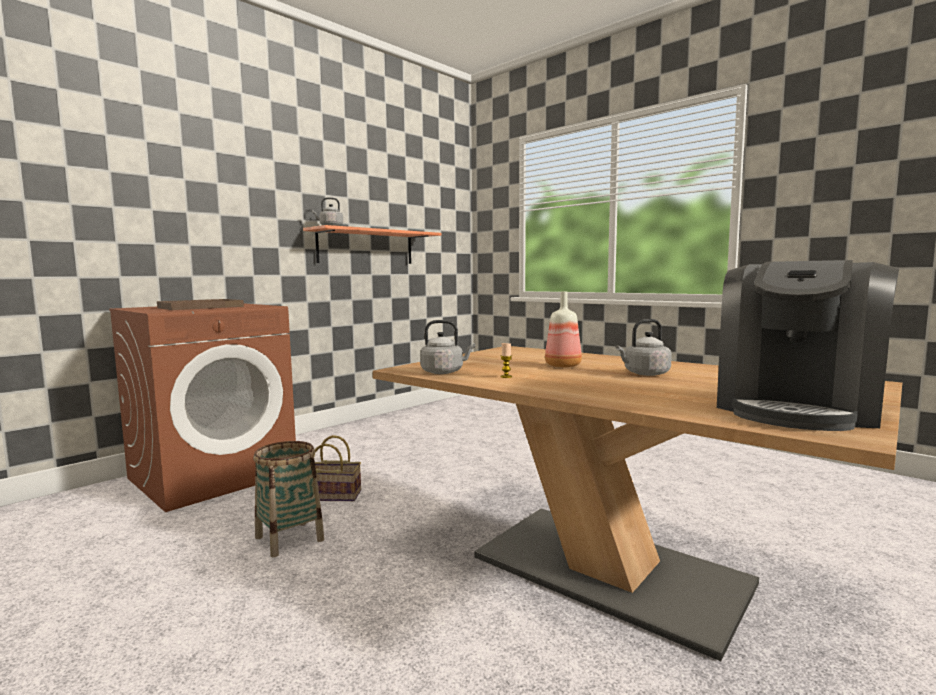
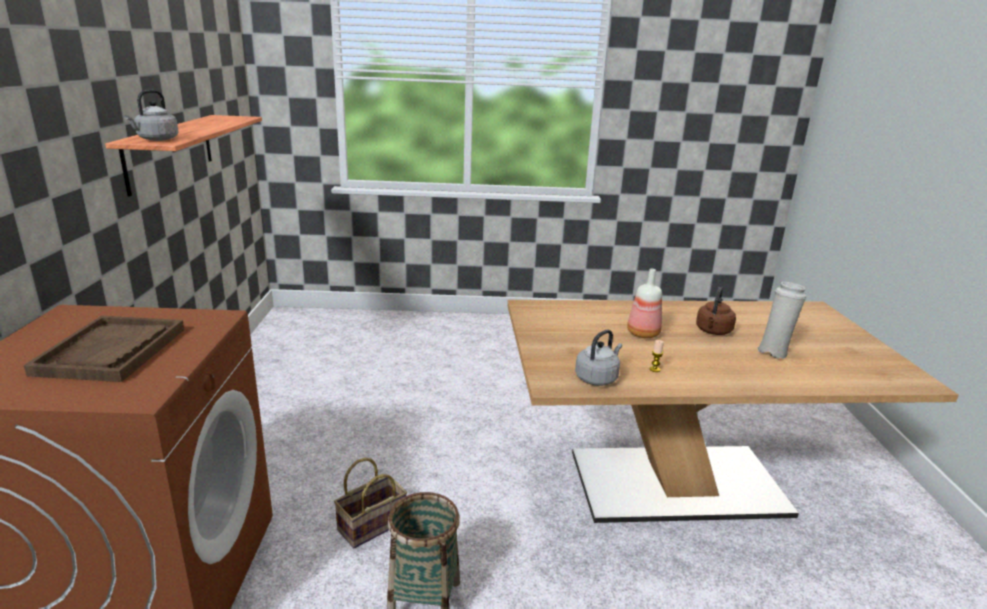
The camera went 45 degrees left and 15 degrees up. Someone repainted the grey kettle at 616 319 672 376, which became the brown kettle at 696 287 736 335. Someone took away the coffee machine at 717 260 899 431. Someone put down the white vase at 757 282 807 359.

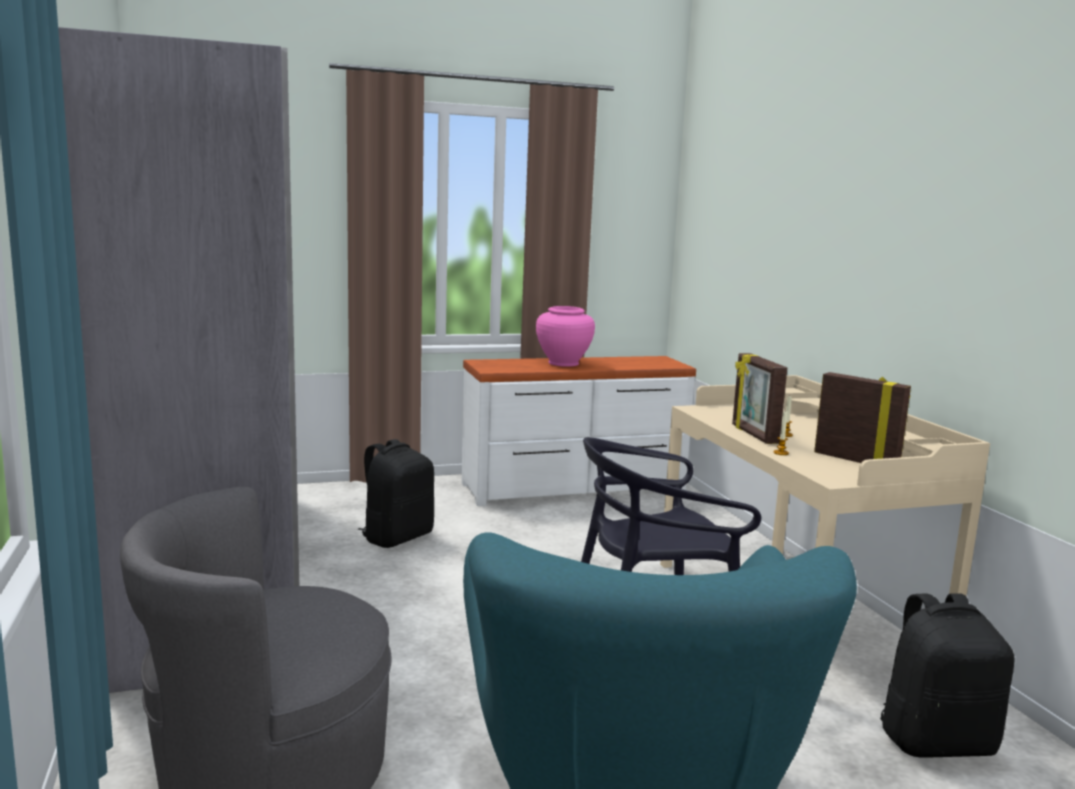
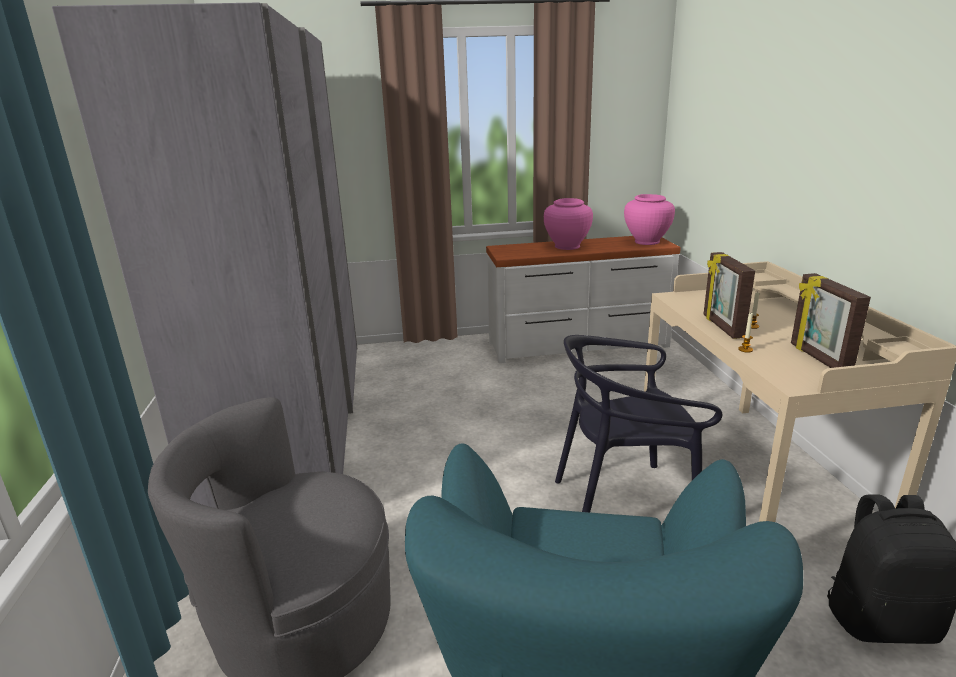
The camera went 10 degrees right and 10 degrees up. Someone took away the black backpack at 358 439 434 548. Someone rotated the picture frame at 814 372 911 463 by 150 degrees counterclockwise. Someone put down the pink vase at 624 194 675 245.

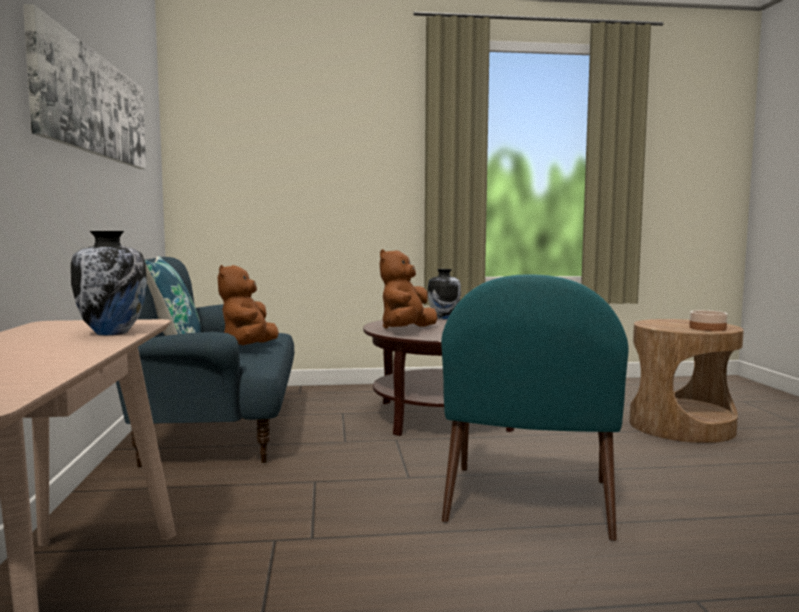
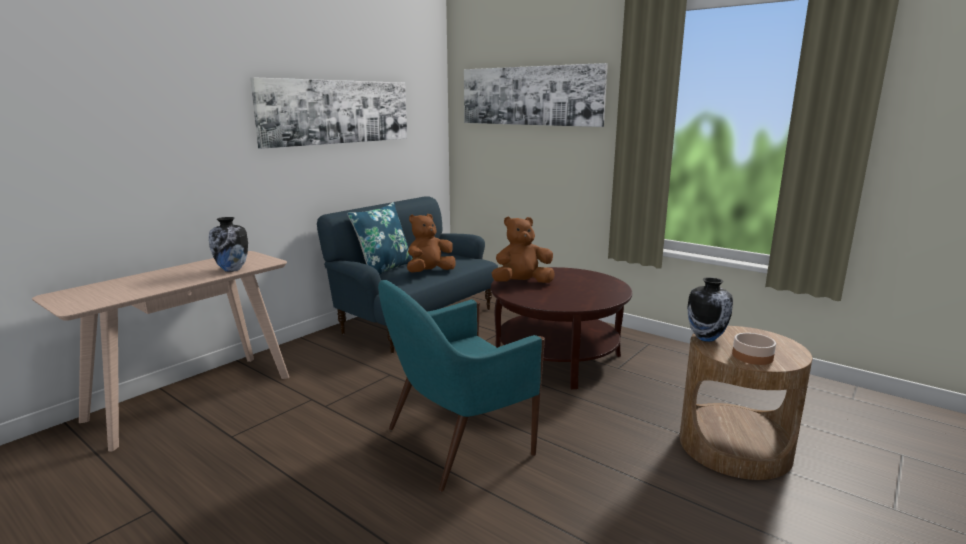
The camera went 45 degrees right and 10 degrees up. Someone carried the vase from 428 269 461 319 to 687 277 733 342. Someone put up the picture at 464 63 608 127.

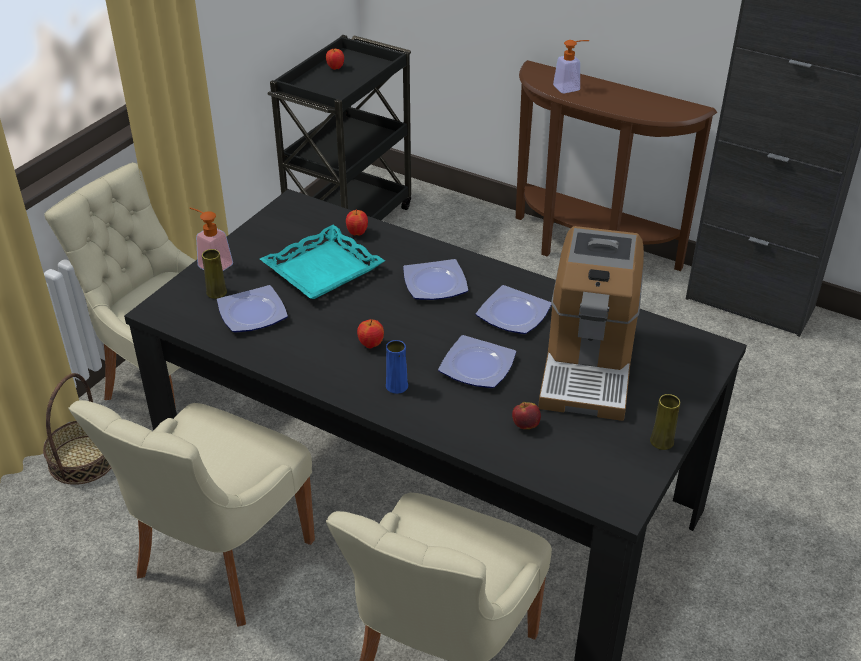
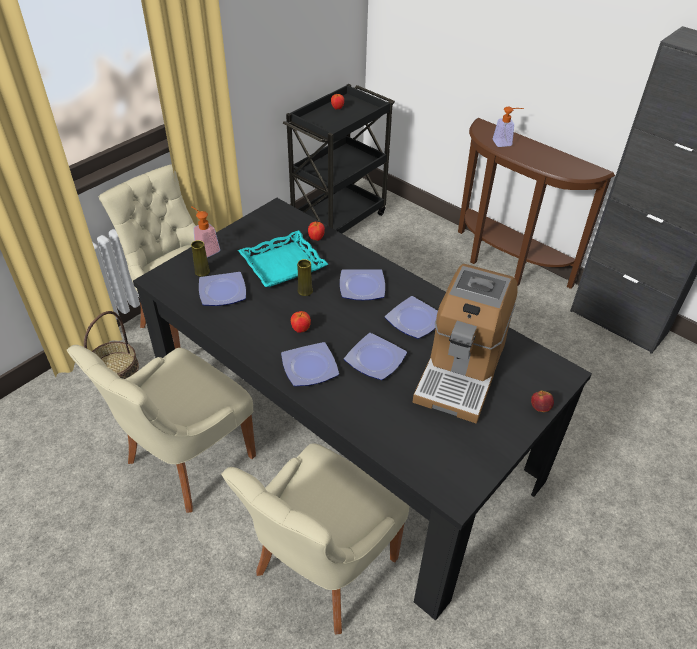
The camera went 10 degrees right and 5 degrees up. Someone swapped the blue vase at 386 340 408 394 for the plate at 281 342 339 386. Someone carried the apple from 512 401 541 429 to 531 390 554 412. Someone carried the yellow vase from 650 394 680 450 to 297 259 313 296.

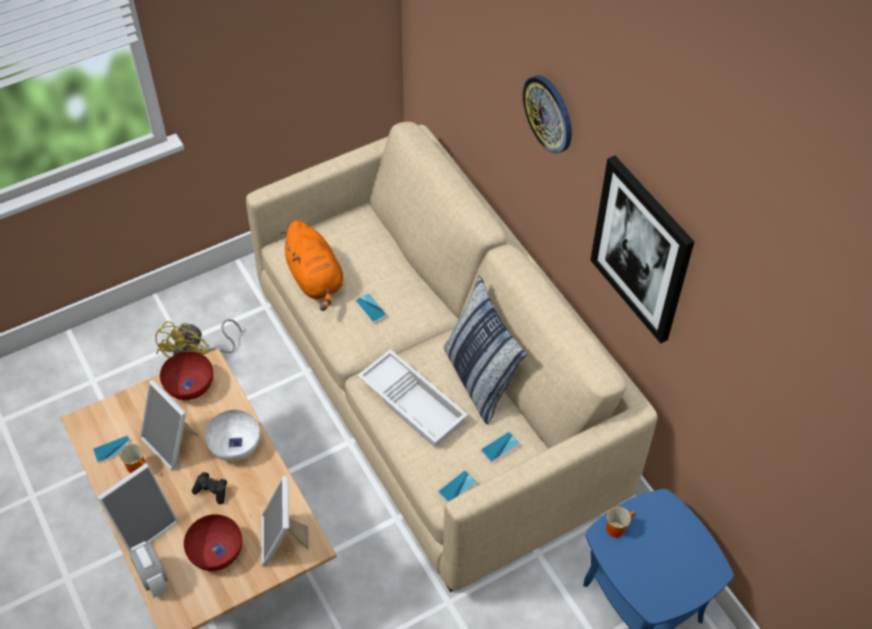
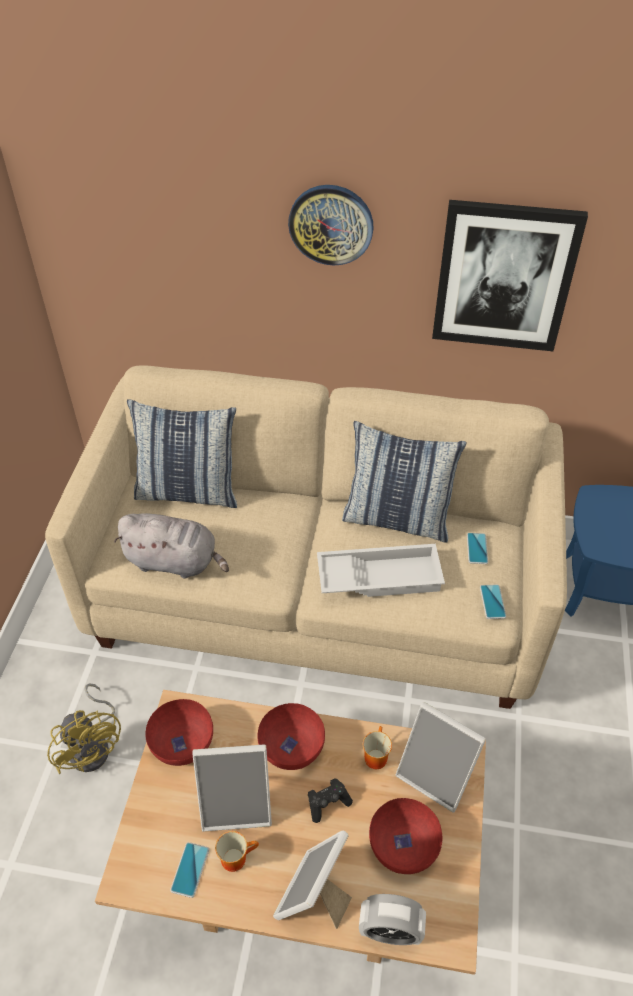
The camera went 50 degrees left and 5 degrees down. Someone rotated the picture frame at 97 463 178 552 by 150 degrees counterclockwise. Someone repainted the white bowl at 205 410 260 461, which became the red bowl at 258 703 325 770. Someone repainted the orange plush toy at 280 221 343 311, which became the grey plush toy at 114 513 229 579. Someone took away the phone at 355 293 387 323. Someone carried the mug from 606 507 636 538 to 363 726 392 769. Someone put down the pillow at 127 399 237 508.

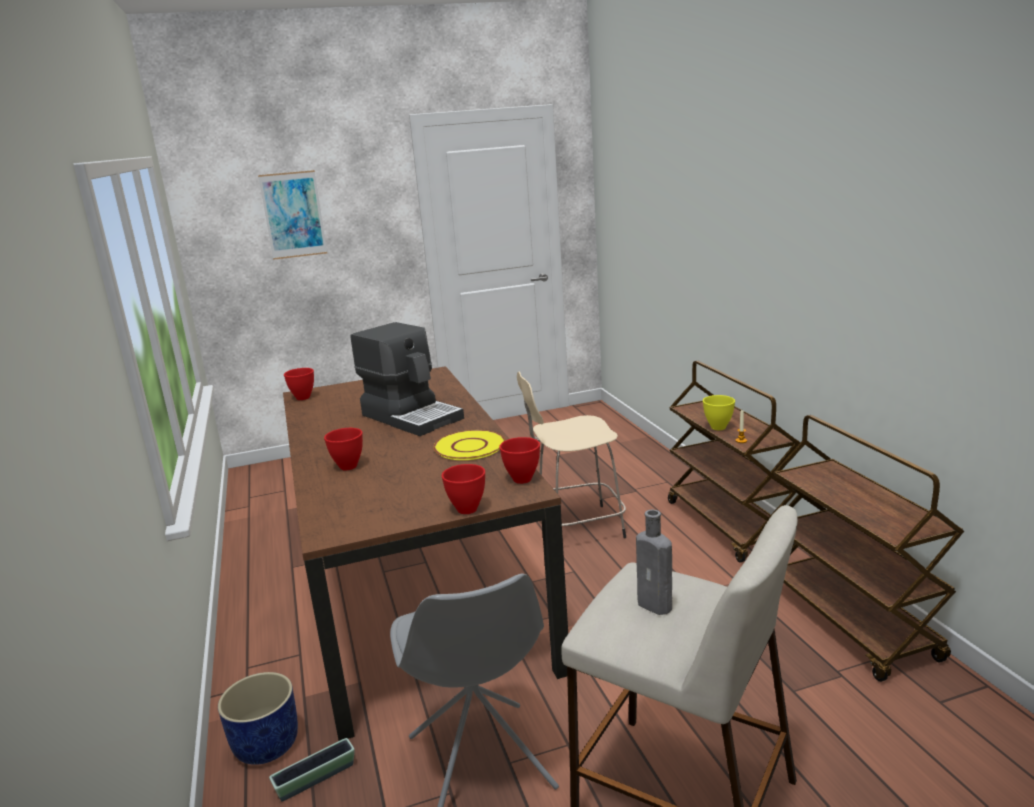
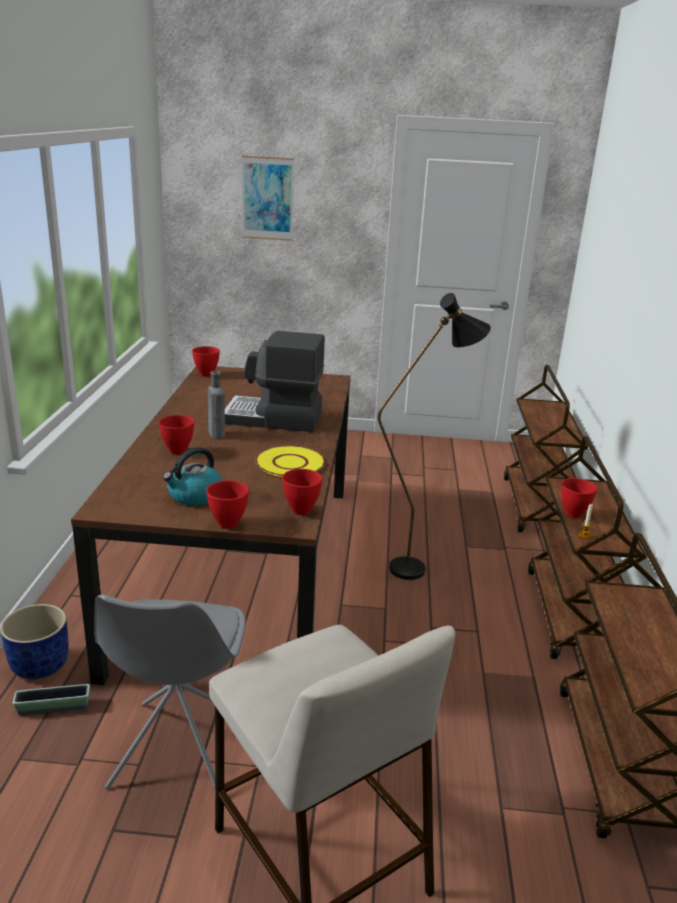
The camera went 20 degrees right and 5 degrees up. Someone rotated the coffee machine at 350 322 464 436 by 120 degrees clockwise. Someone swapped the beige stool at 517 372 626 538 for the black floor lamp at 378 293 491 580. Someone carried the grey bottle from 636 510 672 615 to 208 371 225 439. Someone repainted the yellow bowl at 703 395 735 430, which became the red bowl at 561 478 597 518. Someone put down the kettle at 163 447 222 506. Someone put down the brown cart at 504 365 588 532.

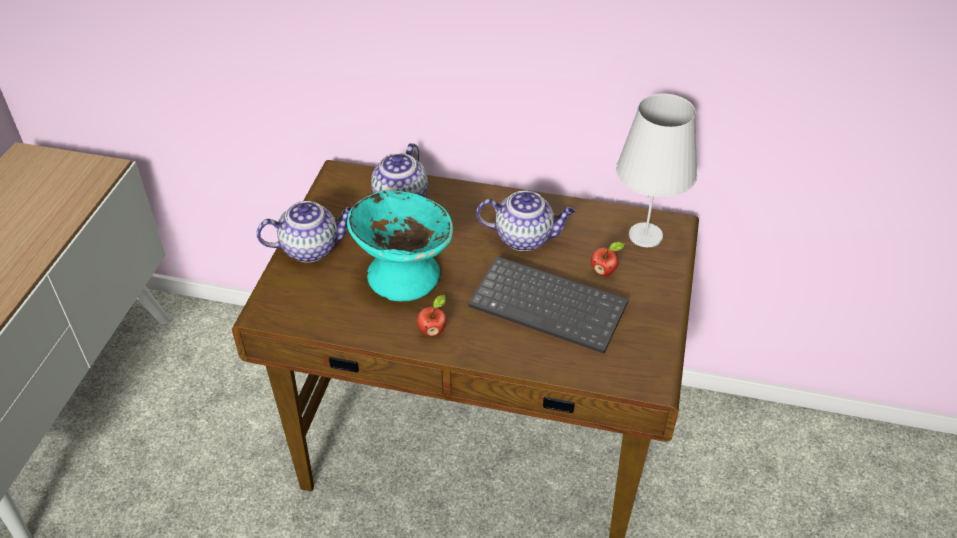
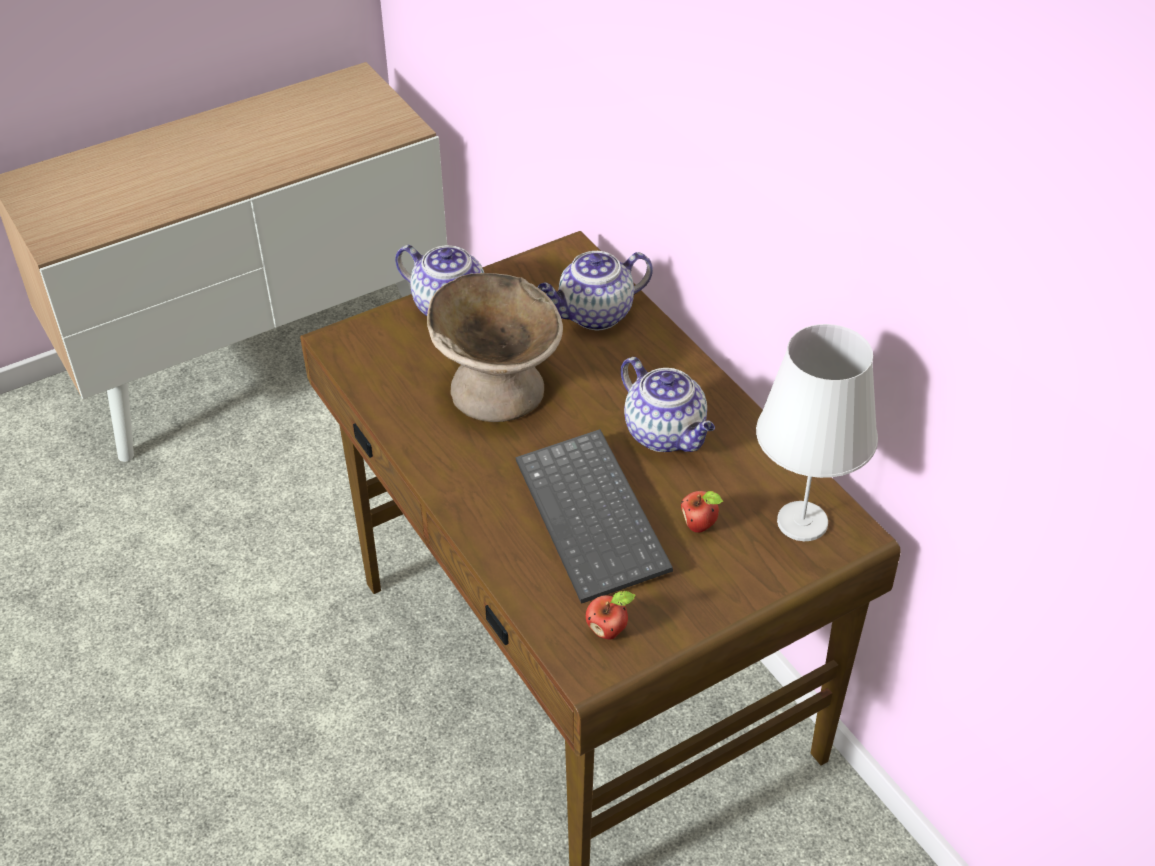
The camera went 45 degrees right and 0 degrees up. Someone repainted the turquoise bowl at 347 190 453 301, which became the beige bowl at 427 273 563 422. Someone carried the apple from 417 295 447 337 to 586 591 636 639.

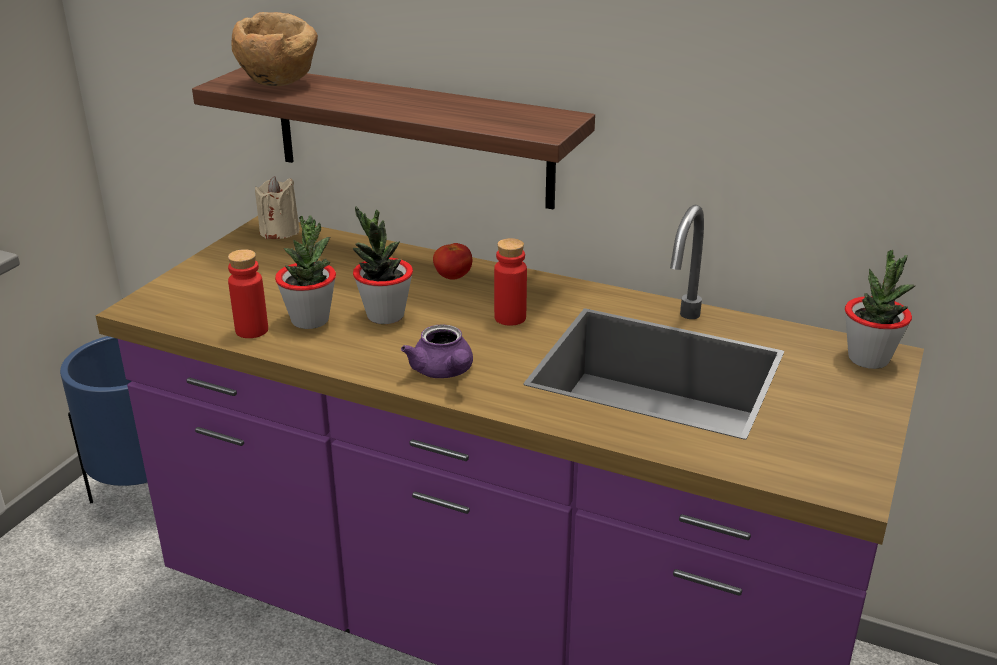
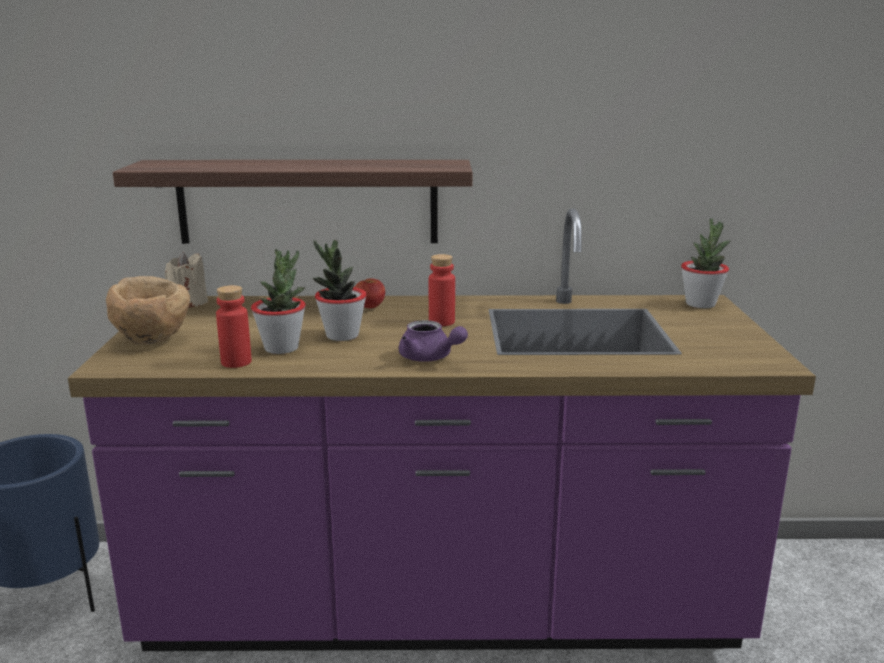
The camera went 25 degrees left and 10 degrees down. Someone carried the brown bowl from 231 12 318 86 to 106 276 190 344.

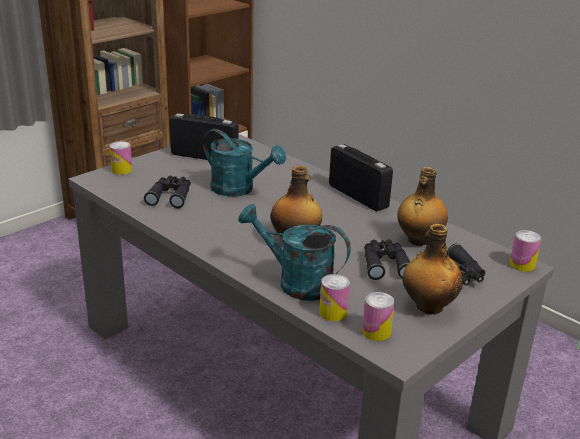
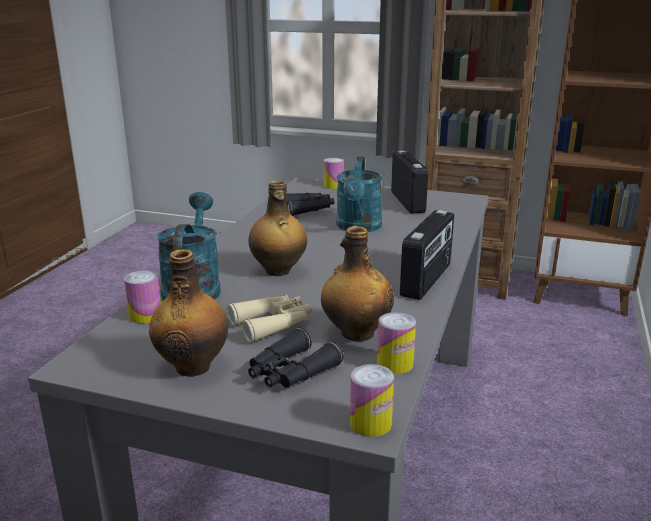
The camera went 65 degrees right and 5 degrees down. Someone carried the can from 362 292 395 341 to 377 312 416 374. Someone repainted the black binoculars at 364 239 410 280, which became the beige binoculars at 227 295 311 343.

